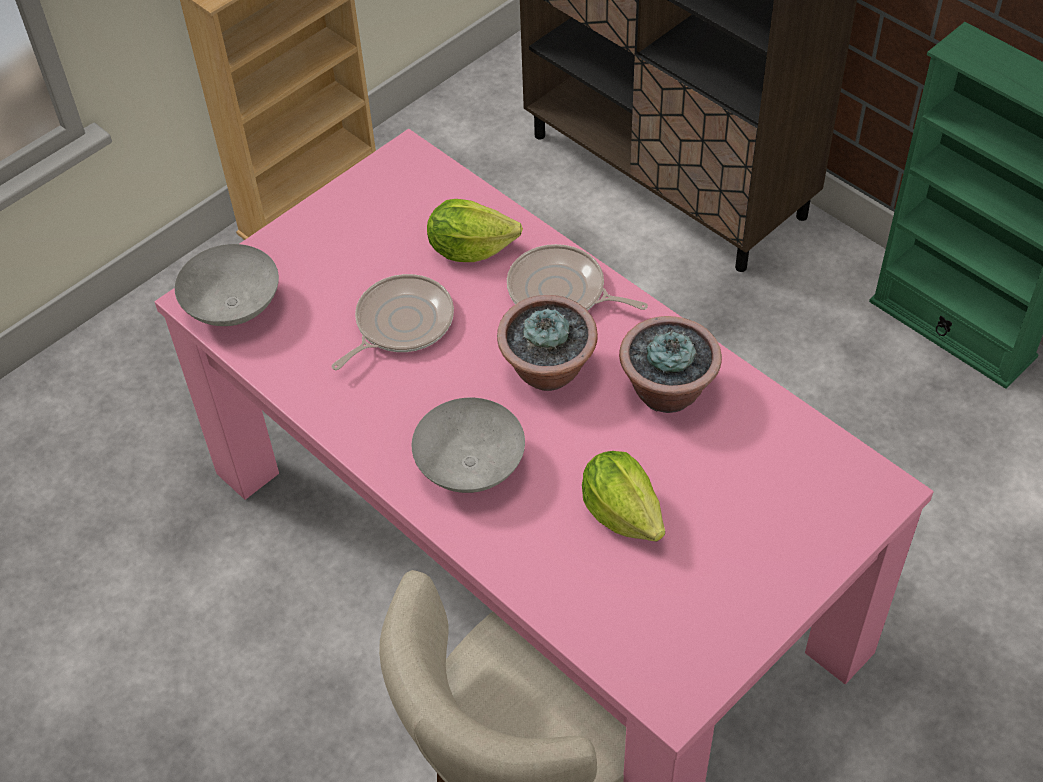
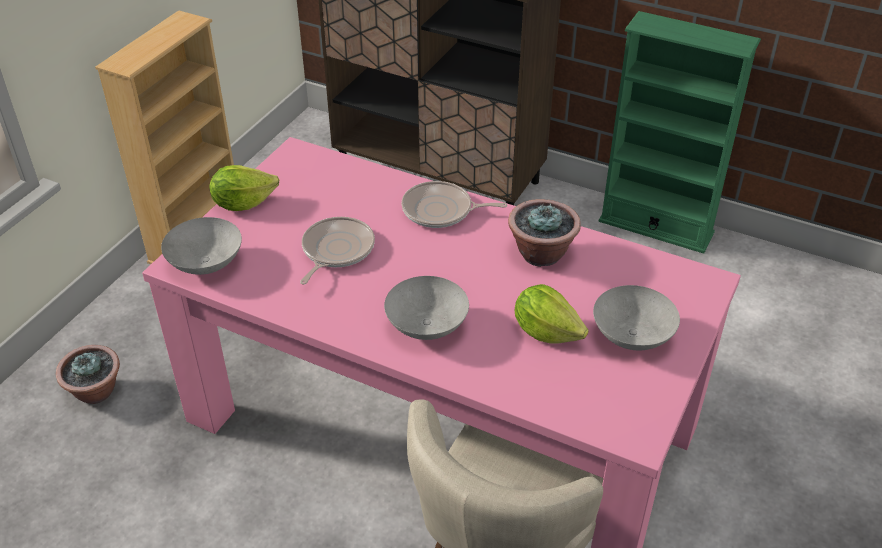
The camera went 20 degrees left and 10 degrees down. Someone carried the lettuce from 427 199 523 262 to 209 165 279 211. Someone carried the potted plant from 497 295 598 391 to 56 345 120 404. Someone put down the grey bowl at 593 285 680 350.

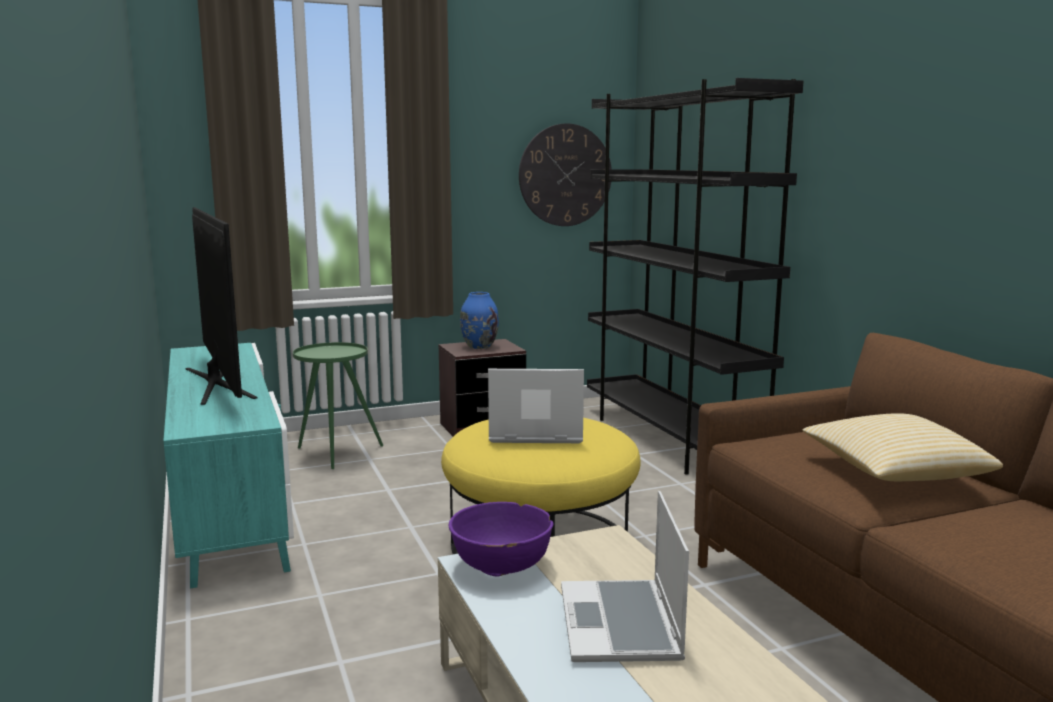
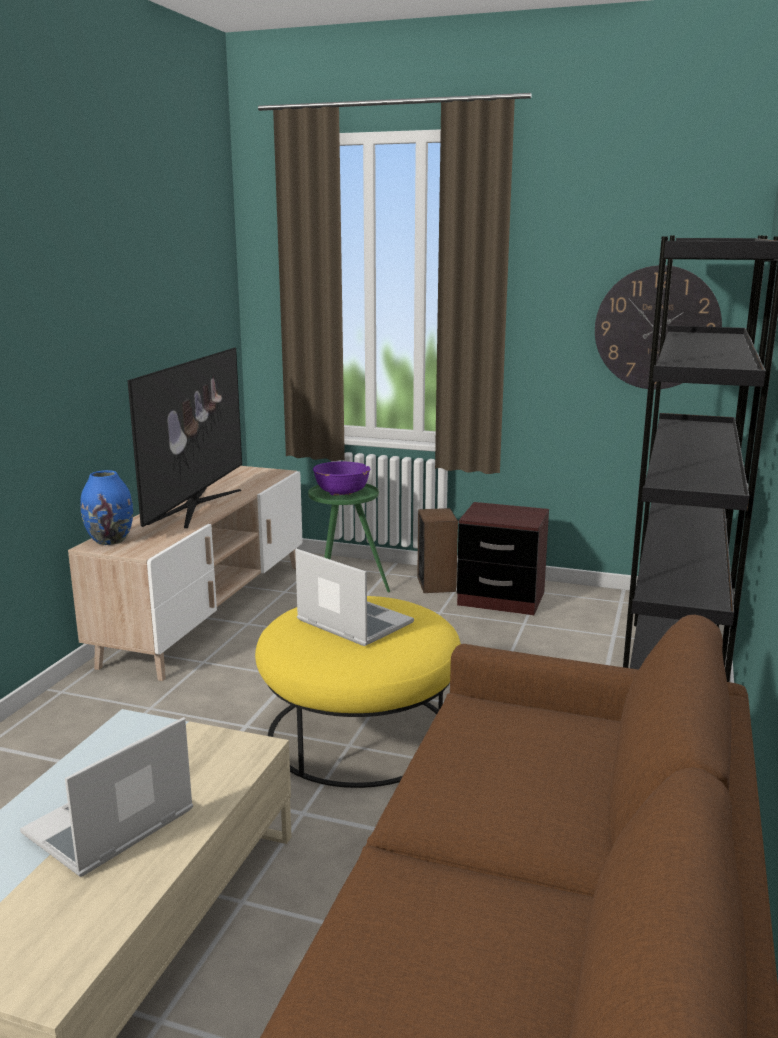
The camera went 40 degrees right and 5 degrees up. Someone repainted the turquoise tv stand at 163 343 294 588, which became the beige tv stand at 68 466 302 681. Someone carried the purple bowl from 449 502 554 577 to 313 461 370 496. Someone carried the blue vase from 460 292 499 349 to 81 470 133 545. Someone took away the pillow at 802 413 1003 481. Someone put down the speaker at 417 508 458 593.

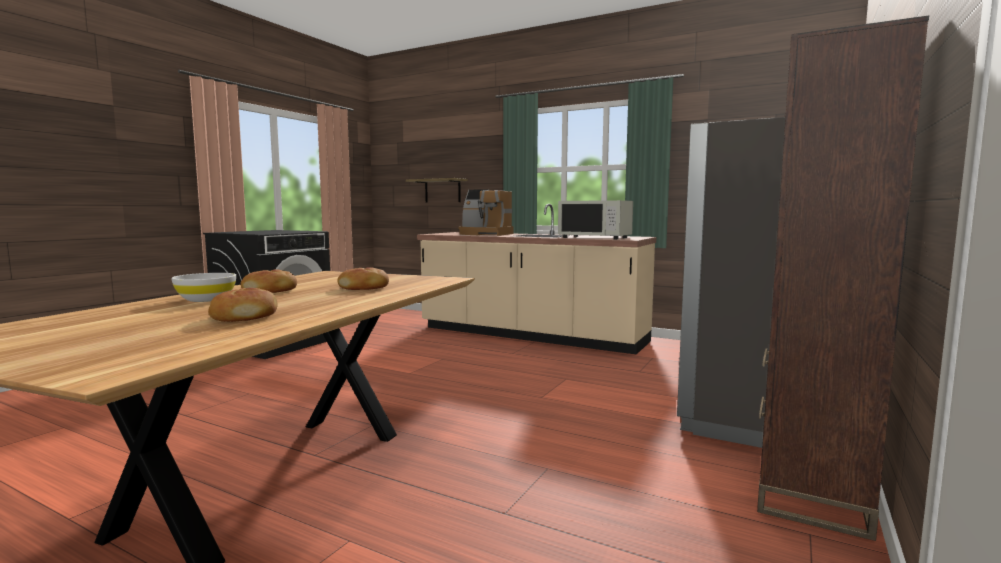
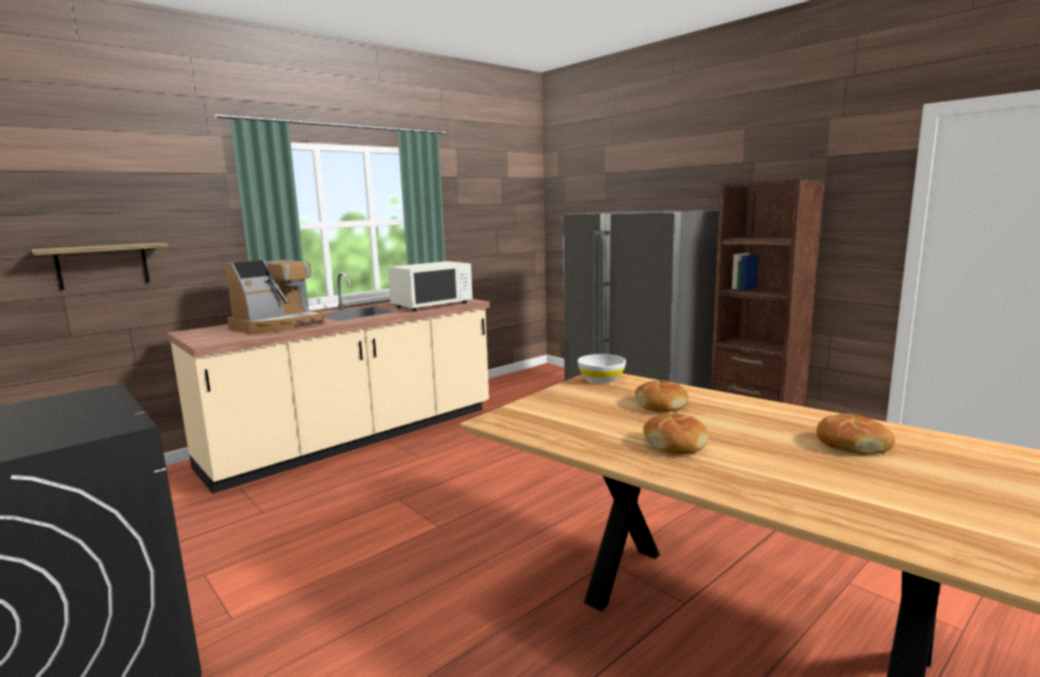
The camera went 70 degrees left and 5 degrees up. Someone carried the white bowl from 171 273 236 302 to 577 354 626 383.

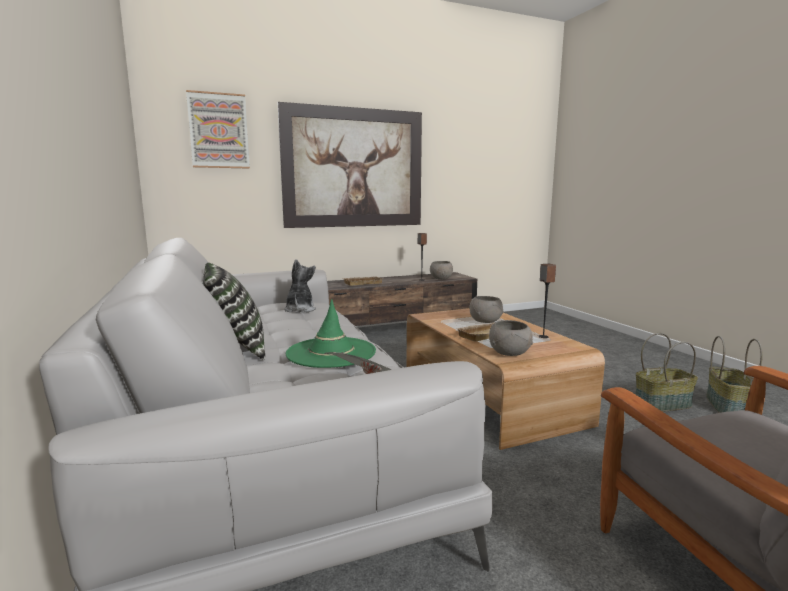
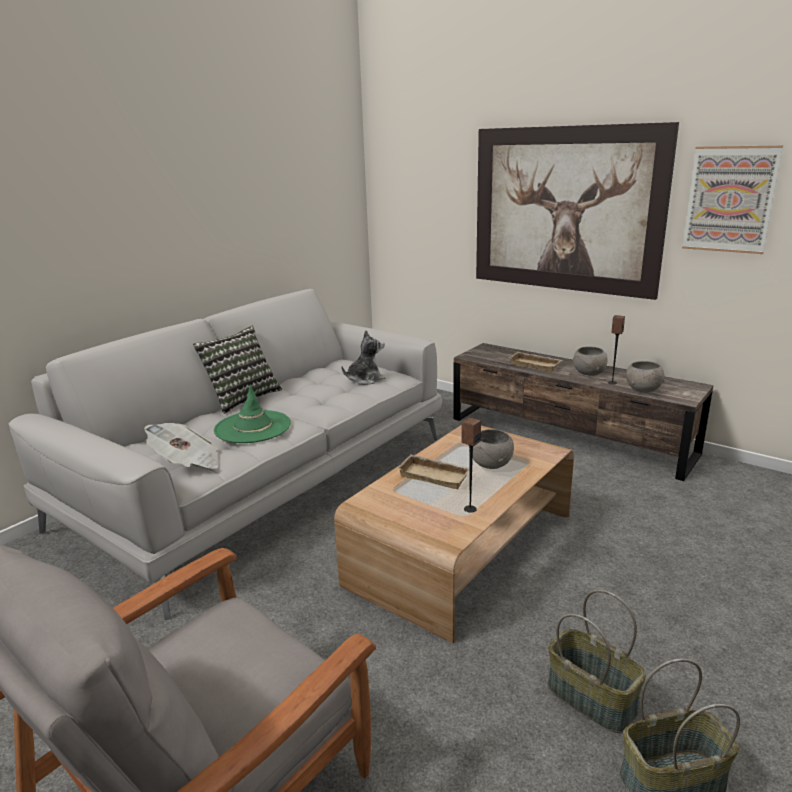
The camera went 60 degrees right and 10 degrees up. Someone carried the picture from 186 90 250 169 to 682 145 783 254. Someone carried the grey bowl from 489 320 533 356 to 573 347 608 376.

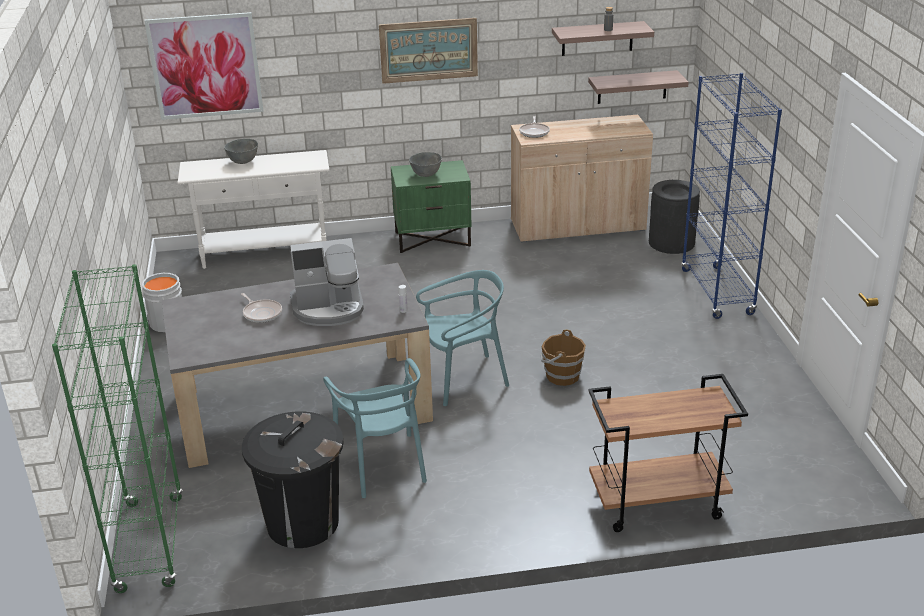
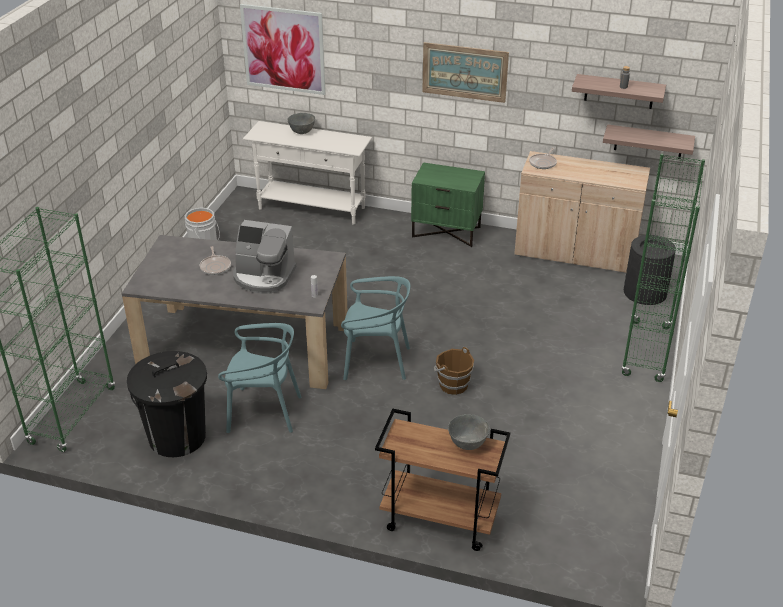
The camera went 25 degrees right and 5 degrees up. Someone rotated the turquoise chair at 323 358 427 498 by 90 degrees counterclockwise. Someone carried the grey bowl from 409 152 442 177 to 448 414 490 450. Someone repainted the blue bookcase at 681 73 782 319, which became the green bookcase at 621 154 705 382.

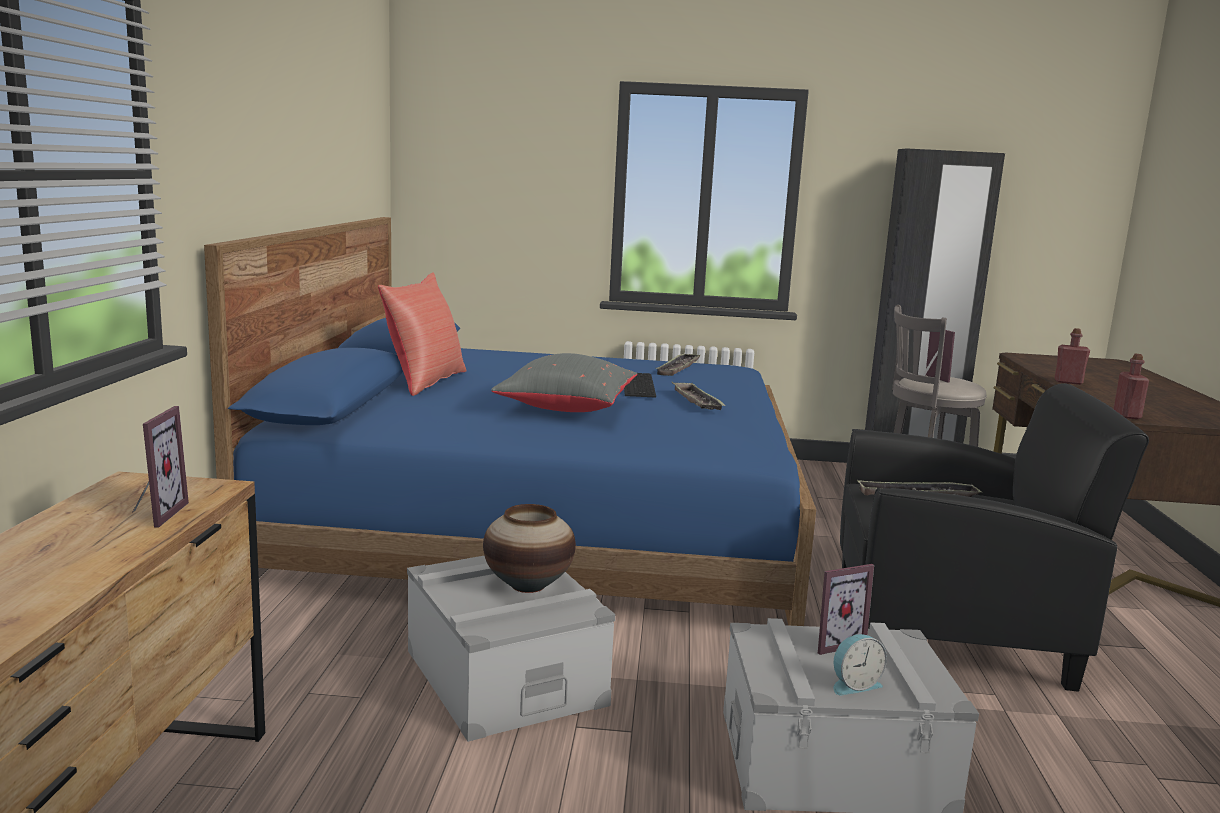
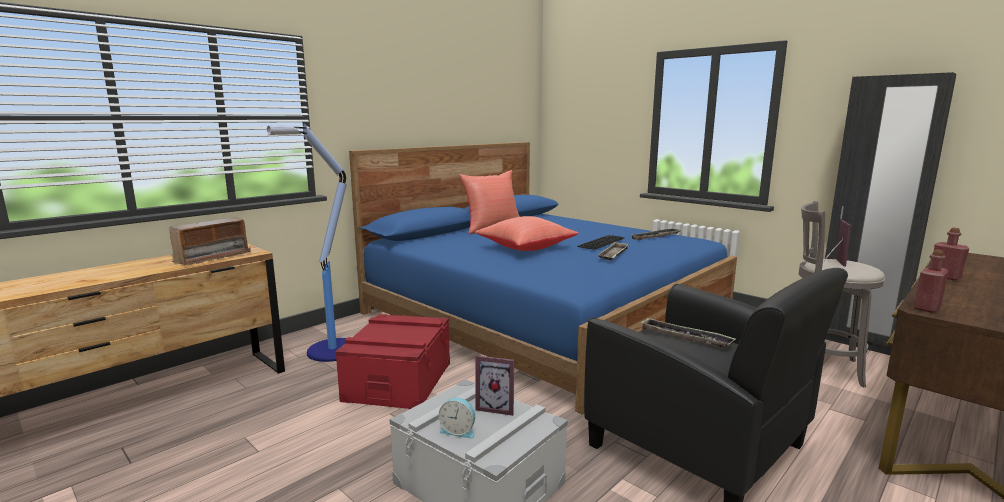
The camera went 40 degrees right and 0 degrees up. Someone swapped the picture frame at 132 406 189 528 for the radio at 169 217 251 266. Someone repainted the grey storage box at 407 556 615 742, which became the red storage box at 336 314 450 409. Someone took away the vase at 483 504 576 593. Someone repainted the grey pillow at 491 353 637 412, which became the red pillow at 475 216 579 251. Someone put down the floor lamp at 267 124 347 362.

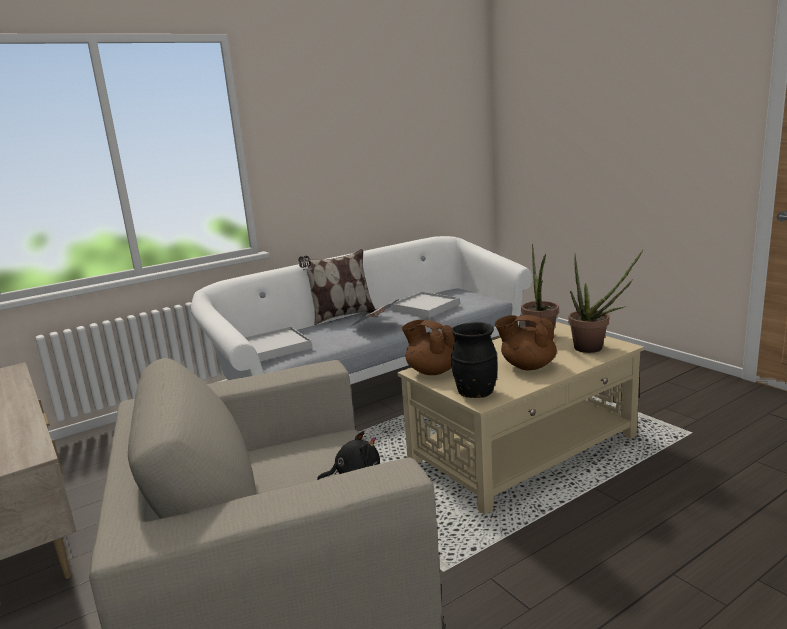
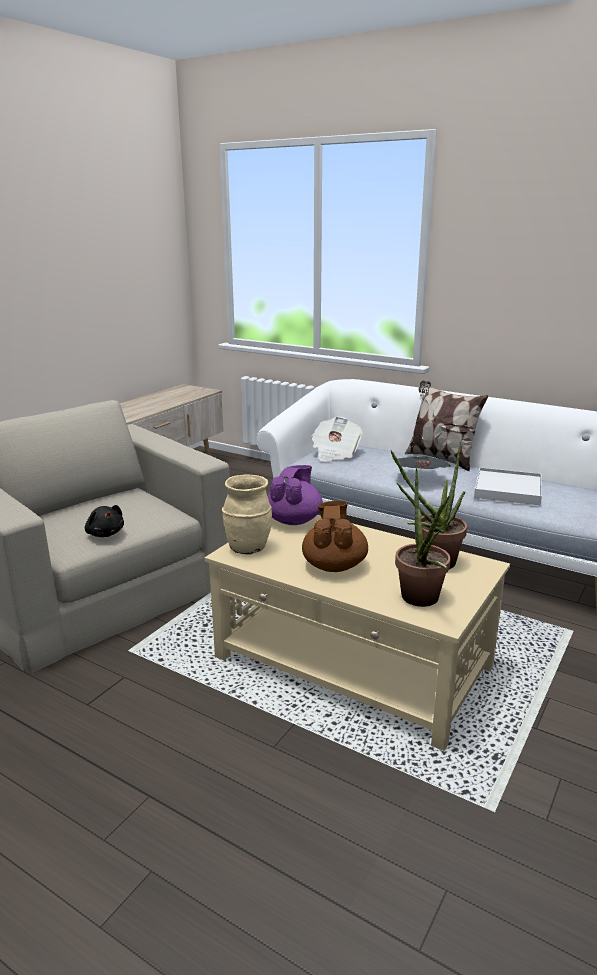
The camera went 65 degrees right and 5 degrees up. Someone swapped the white tray at 245 327 312 361 for the newspaper at 311 416 363 461. Someone repainted the brown teapot at 402 319 455 375, which became the purple teapot at 268 465 323 525. Someone repainted the black vase at 451 322 498 398, which became the beige vase at 222 474 272 554.

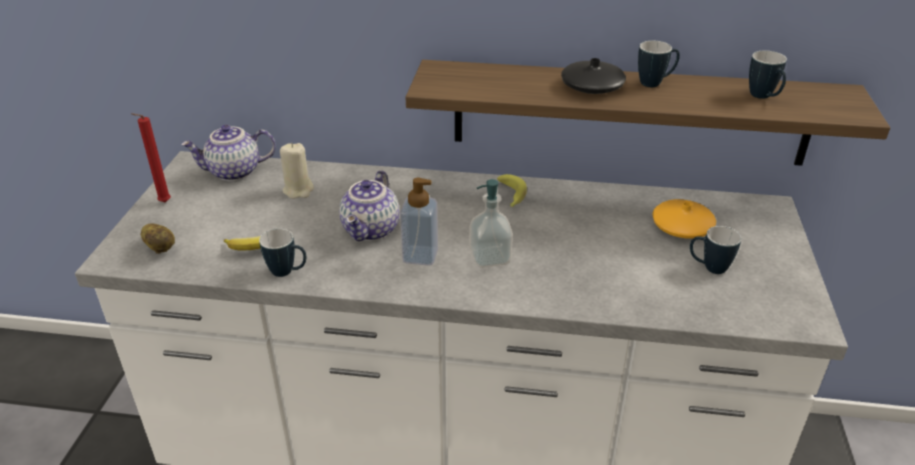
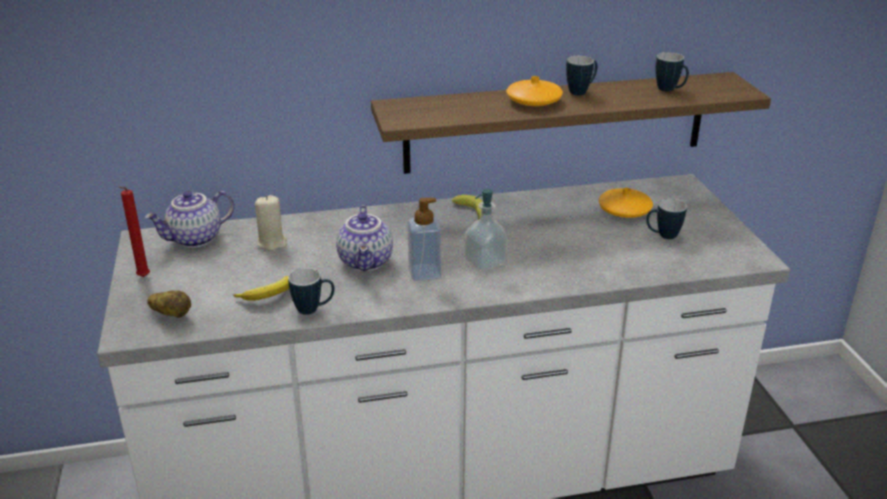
The camera went 20 degrees left and 5 degrees down. Someone repainted the black vase at 561 58 626 94, which became the orange vase at 507 76 563 106.

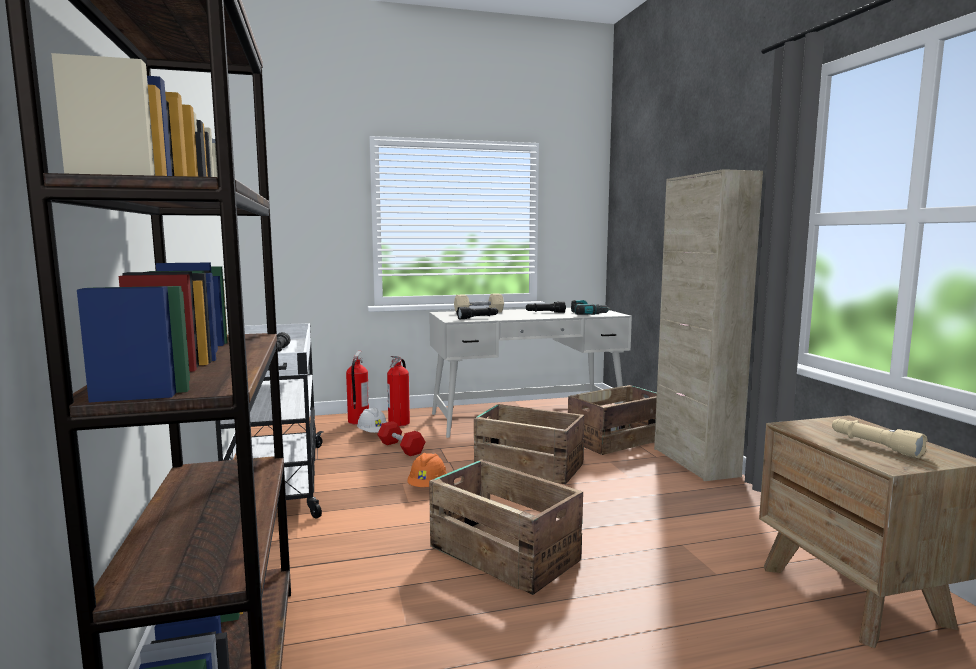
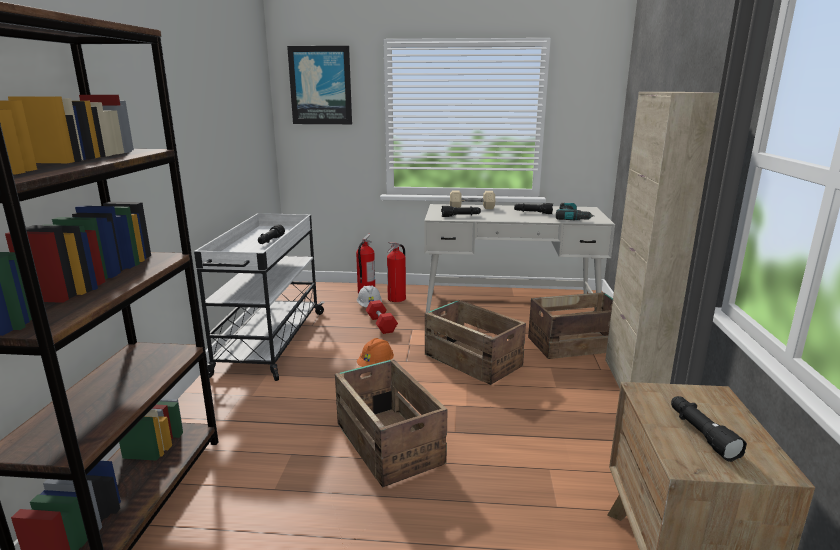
The camera went 20 degrees right and 10 degrees up. Someone repainted the beige flashlight at 832 419 927 458, which became the black flashlight at 671 396 747 462. Someone put up the picture at 287 46 352 124.

